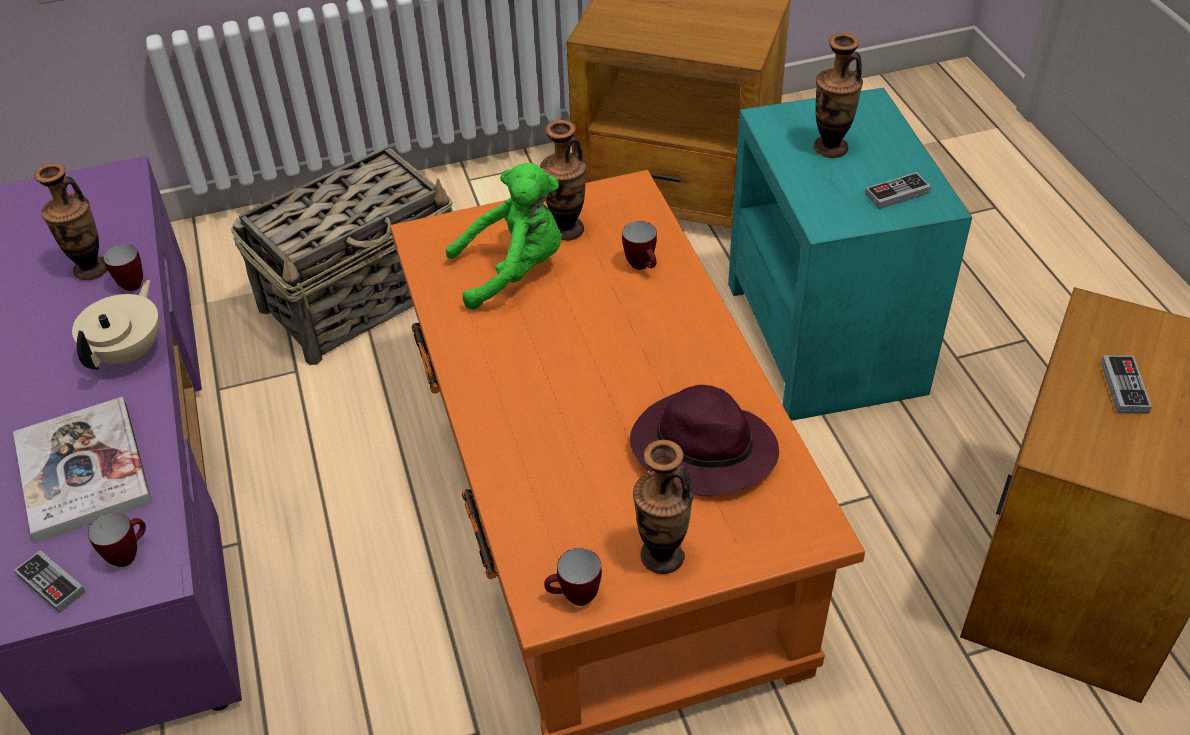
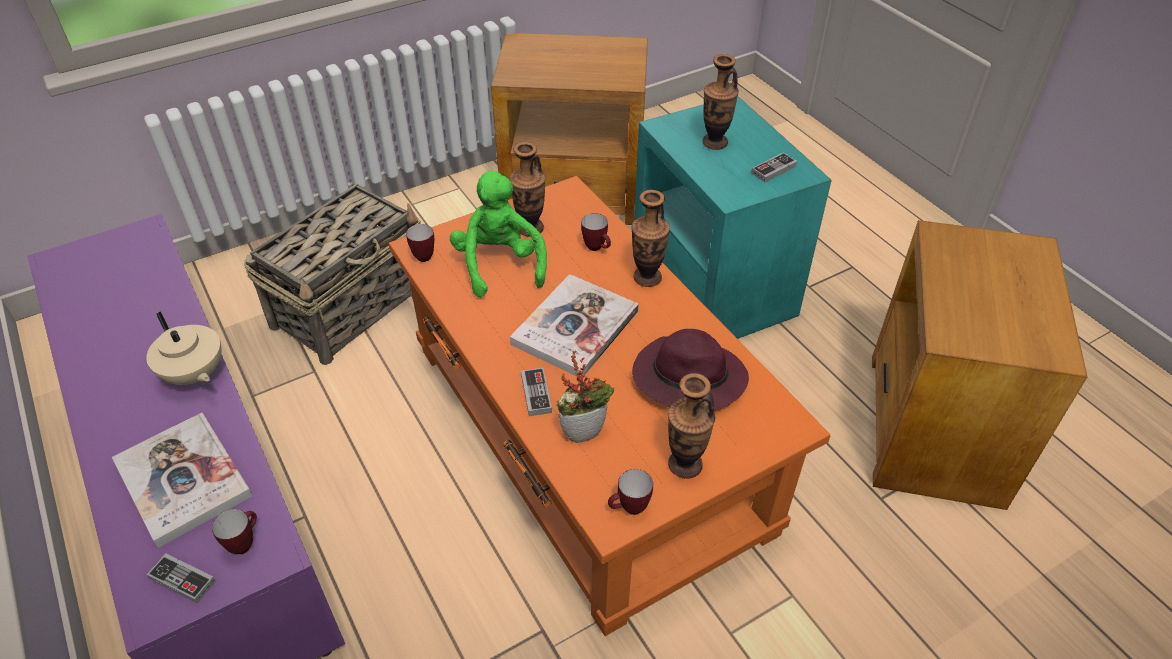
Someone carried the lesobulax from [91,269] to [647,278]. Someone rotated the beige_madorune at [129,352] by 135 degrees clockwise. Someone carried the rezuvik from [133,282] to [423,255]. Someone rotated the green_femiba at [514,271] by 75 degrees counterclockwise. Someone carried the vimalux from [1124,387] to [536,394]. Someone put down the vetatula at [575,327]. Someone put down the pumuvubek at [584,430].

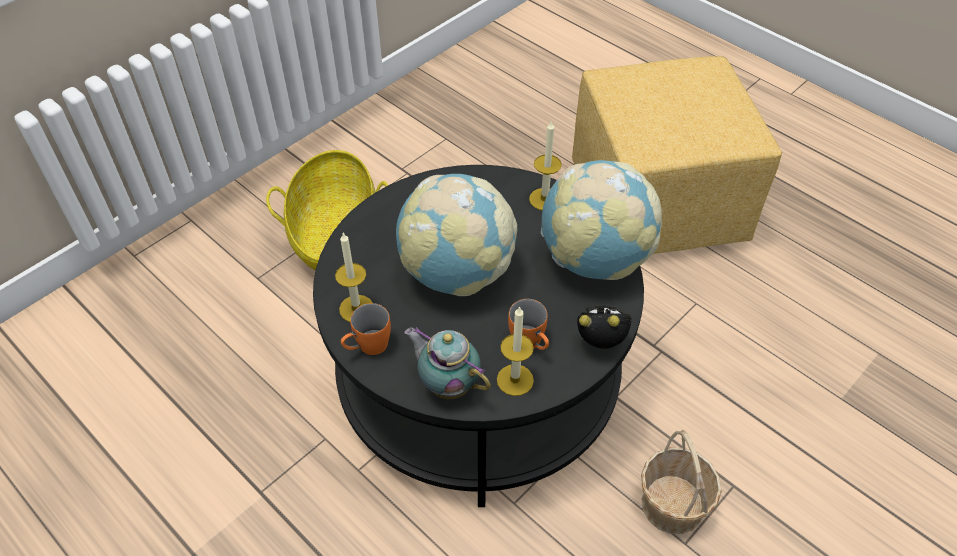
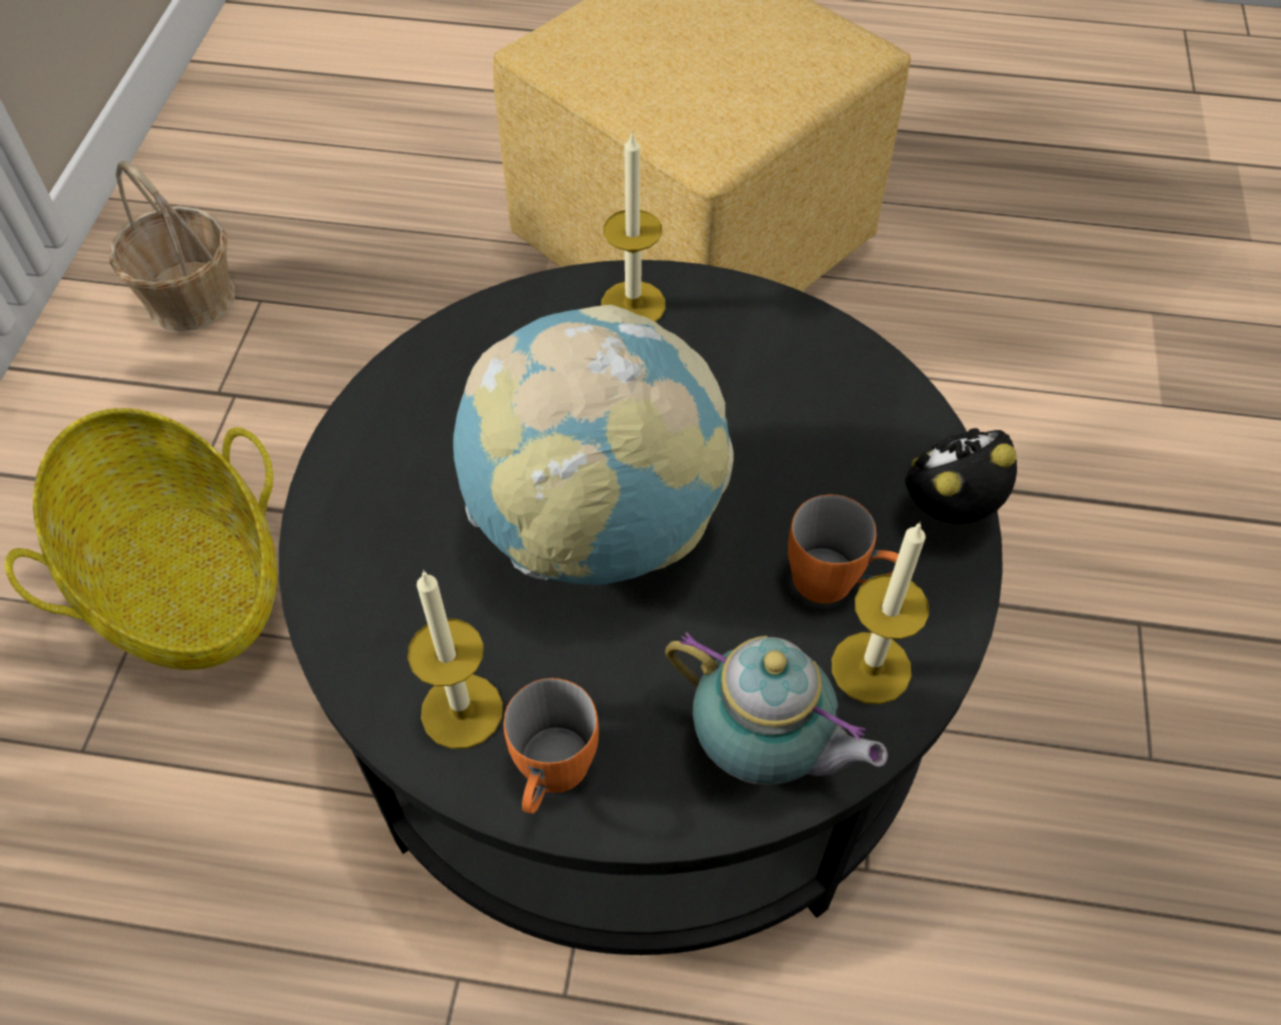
Someone rotated the madorune at [447,384] by 150 degrees counterclockwise. Someone took away the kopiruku at [594,259]. Someone carried the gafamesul from [672,505] to [190,299].

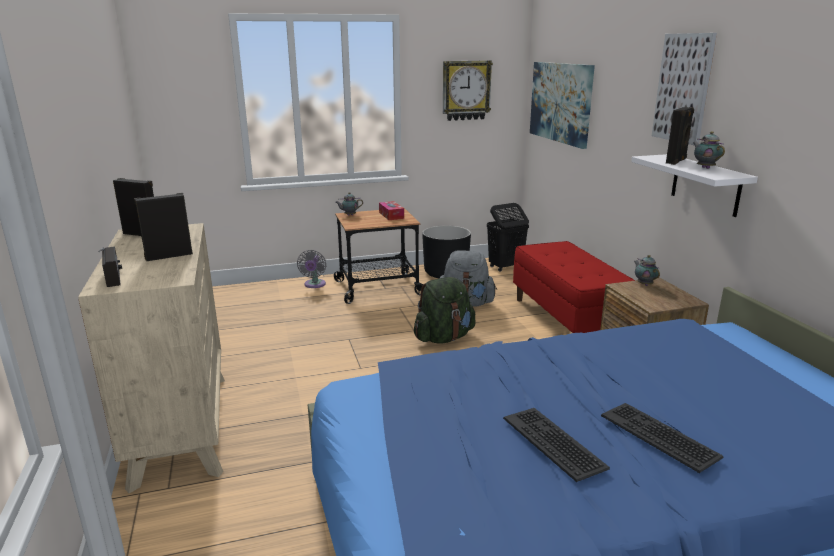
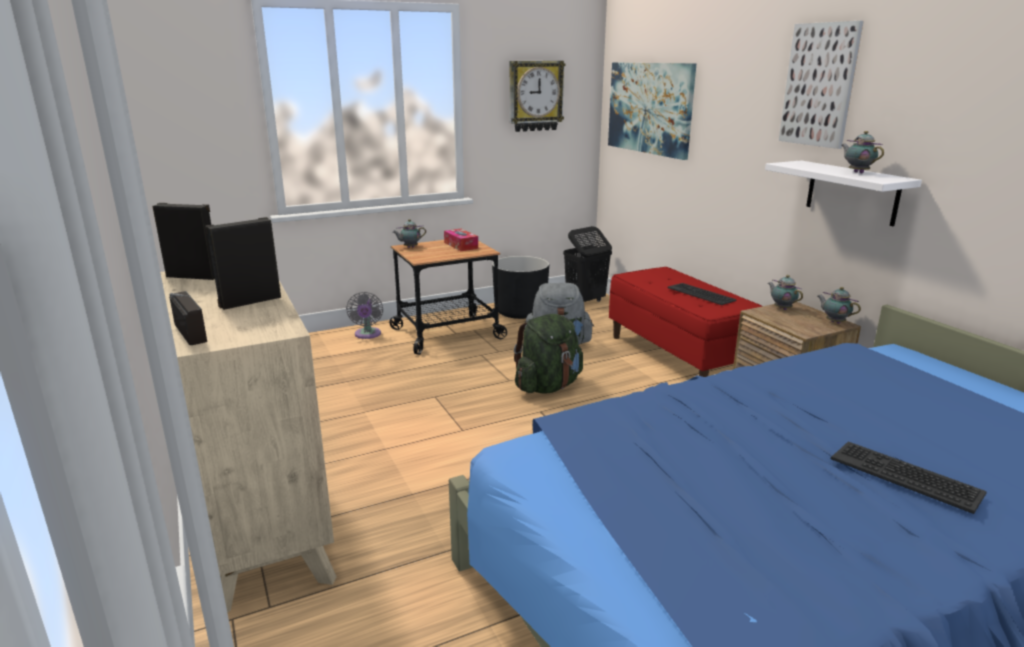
Someone carried the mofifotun from [554,442] to [701,294]. Someone took away the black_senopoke at [677,161]. Someone put down the madorune at [834,322].

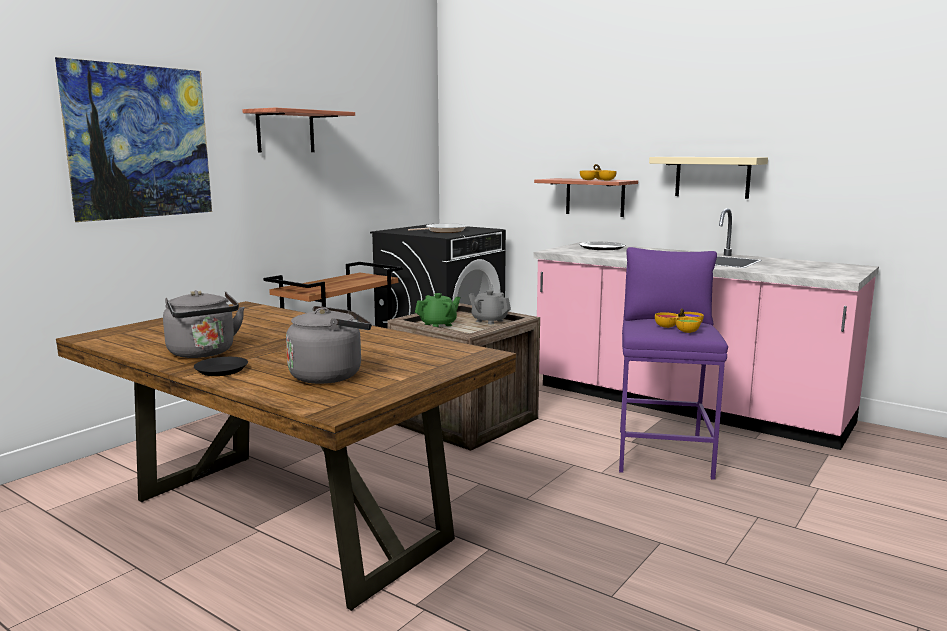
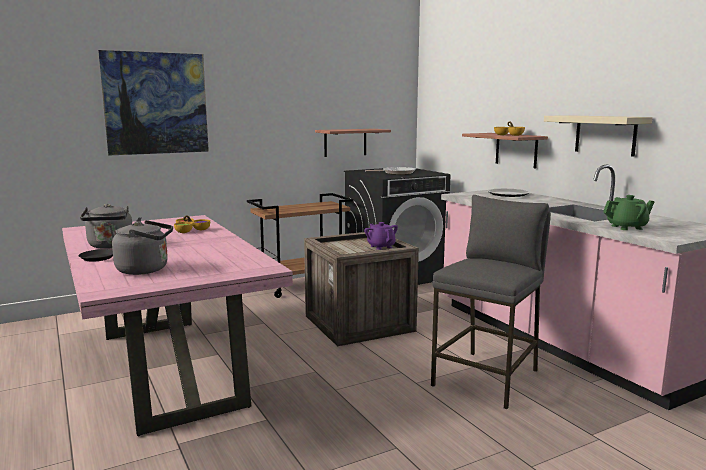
Someone repainted the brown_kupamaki at [290,520], which became the pink_kupamaki at [170,369]. Someone carried the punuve from [285,131] to [345,142]. Someone carried the green_madorune from [438,324] to [627,227]. Someone repainted the grey_madorune at [489,321], which became the purple_madorune at [381,246]. Someone repainted the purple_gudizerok at [663,453], which became the grey_gudizerok at [487,378]. Someone carried the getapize from [681,328] to [190,230].

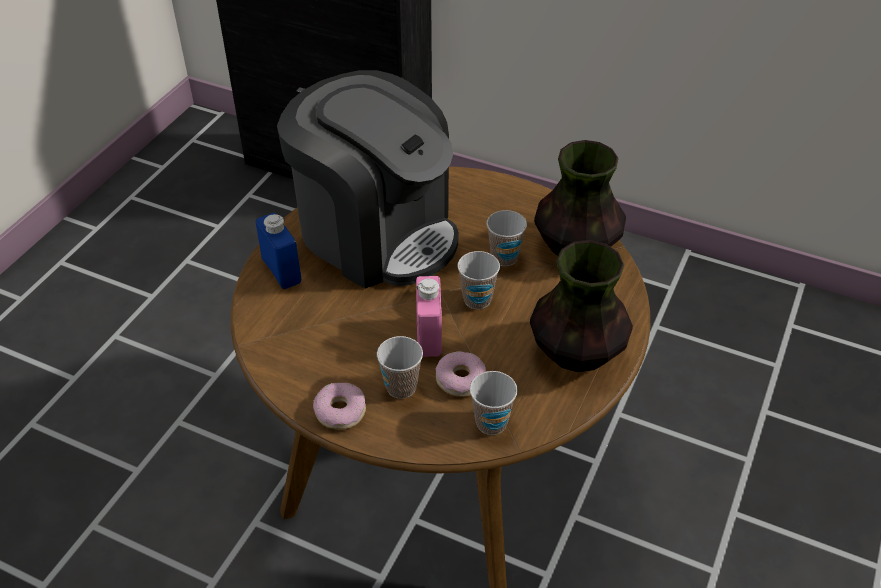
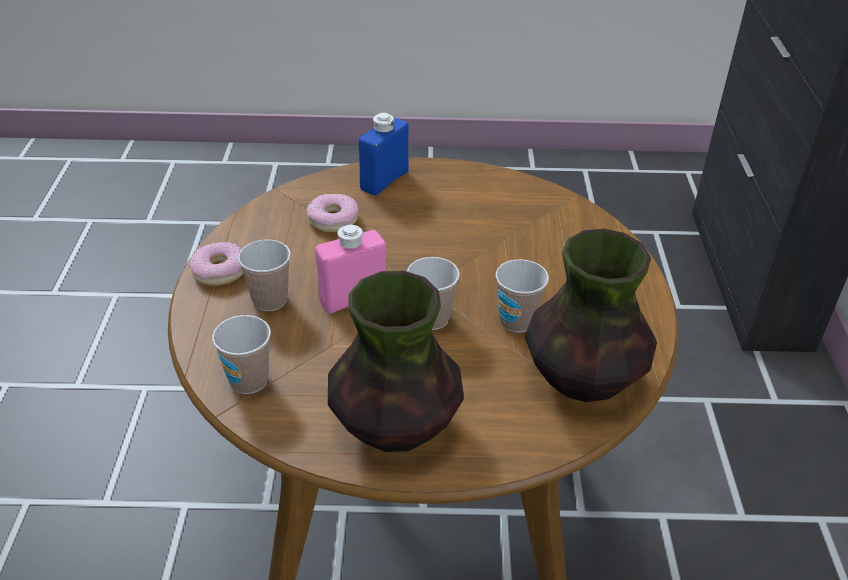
Someone took away the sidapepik at [376,233]. Someone carried the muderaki from [460,379] to [333,219].

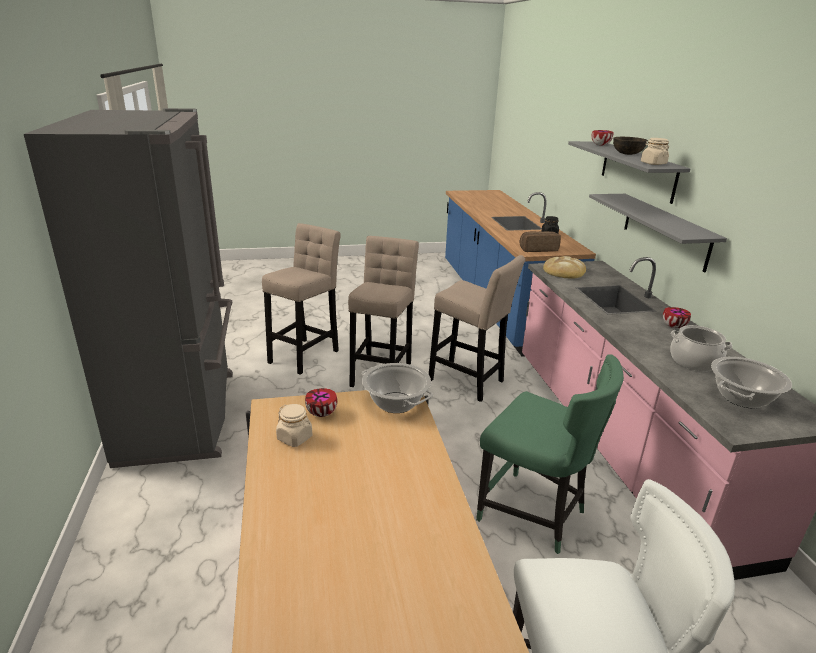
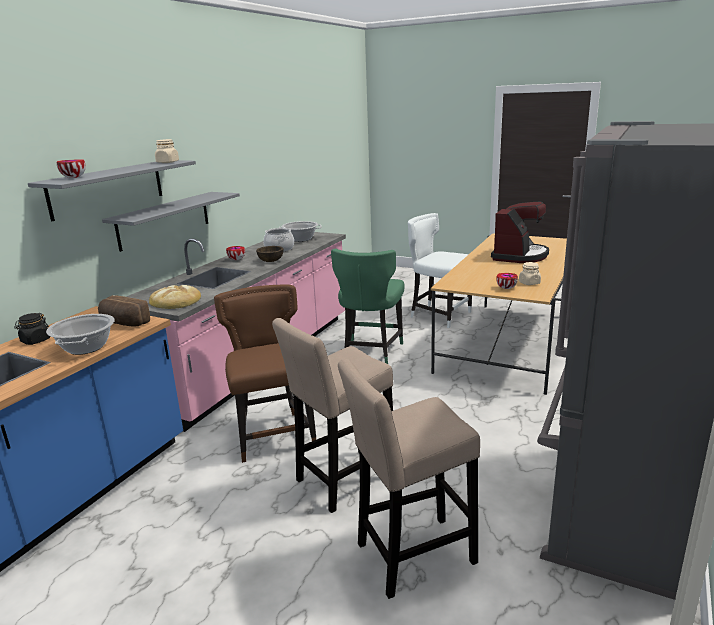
Someone carried the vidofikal from [396,403] to [86,347]. Someone swapped the beige_gudizerok at [469,382] for the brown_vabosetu at [274,435]. Someone rotated the green_vabosetu at [534,514] by 150 degrees counterclockwise. Someone carried the brown_getapize from [627,154] to [271,261]. Someone put down the sidapepik at [519,256].

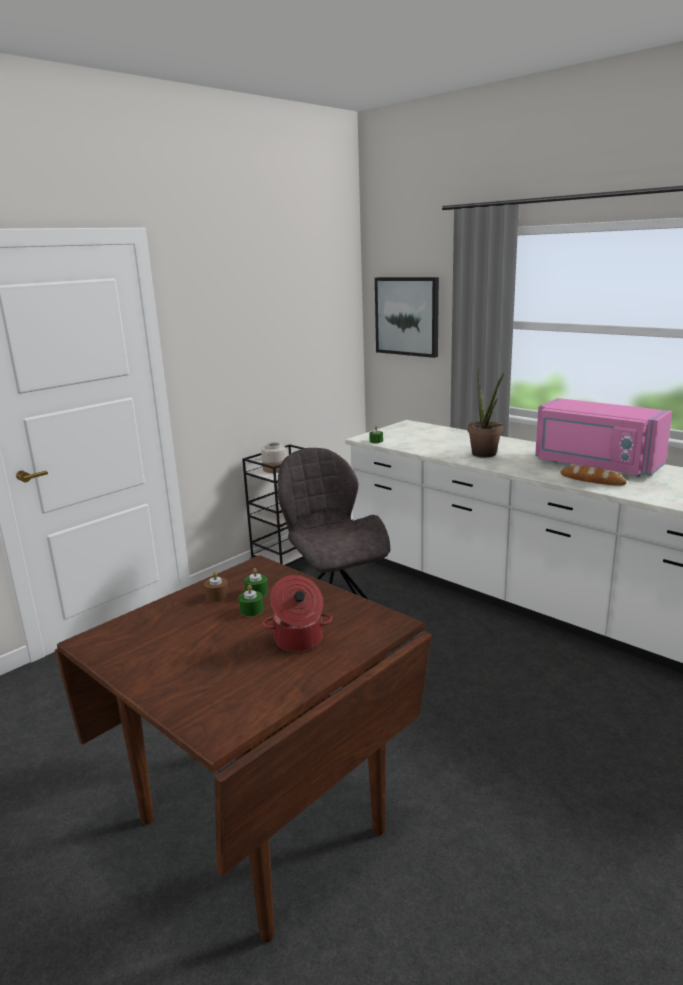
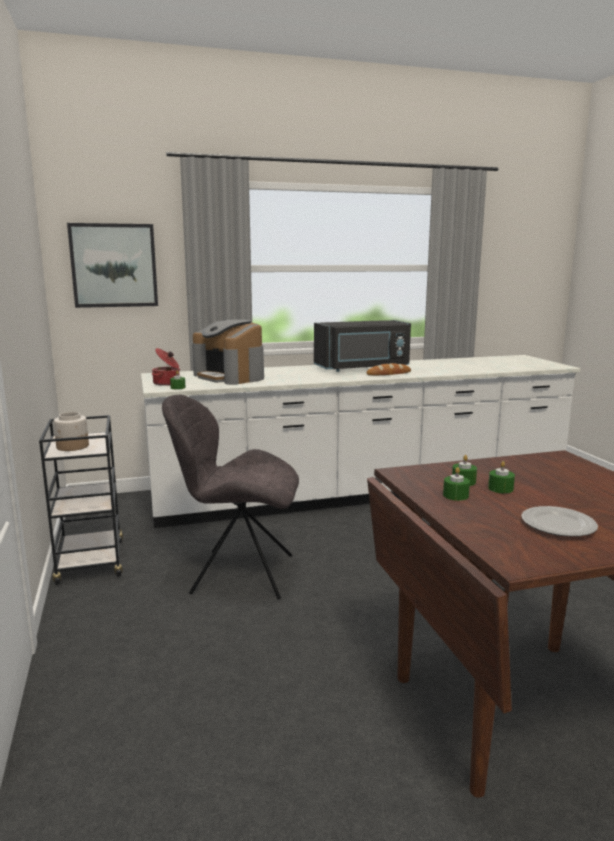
Someone repainted the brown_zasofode at [217,596], which became the green_zasofode at [455,495]. Someone carried the vidofikal from [298,641] to [167,383]. Someone took away the pumuvubek at [486,455]. Someone repainted the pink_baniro at [595,465], which became the black_baniro at [363,368]. Someone put down the sidapepik at [230,377]. Someone put down the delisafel at [558,525].

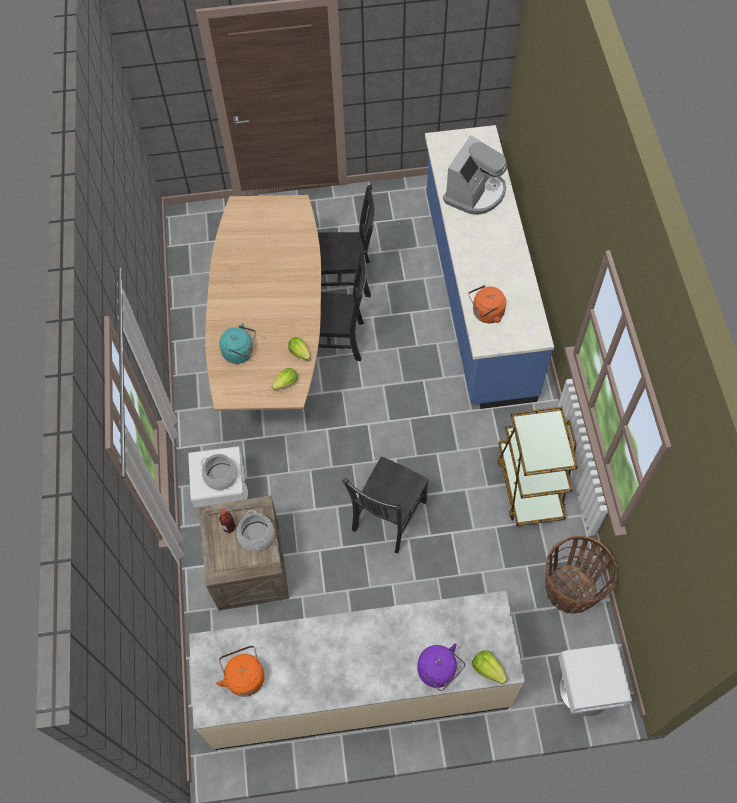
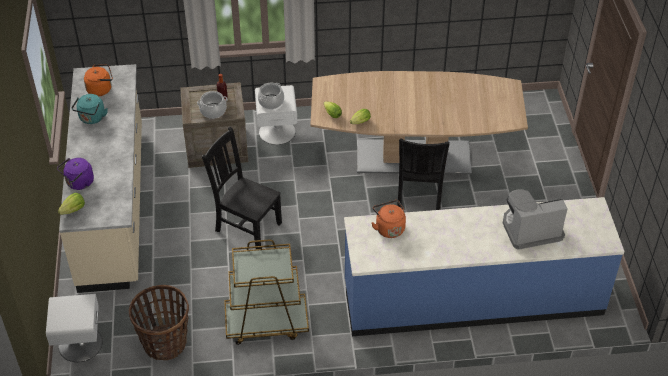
Someone carried the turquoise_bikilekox from [240,352] to [92,119]. Someone took away the black_vabosetu at [345,279]. Someone rotated the sidapepik at [475,193] by 135 degrees clockwise.

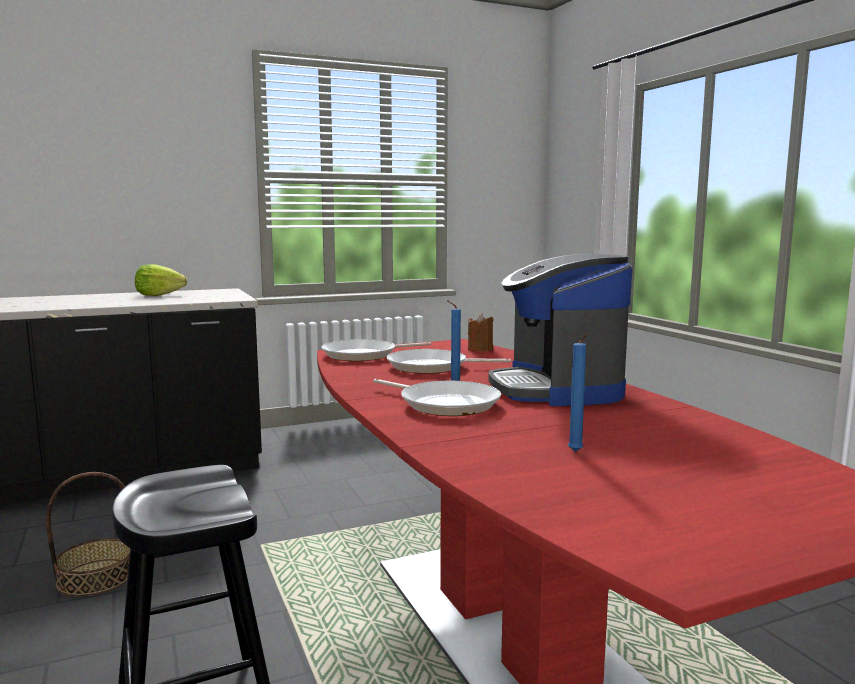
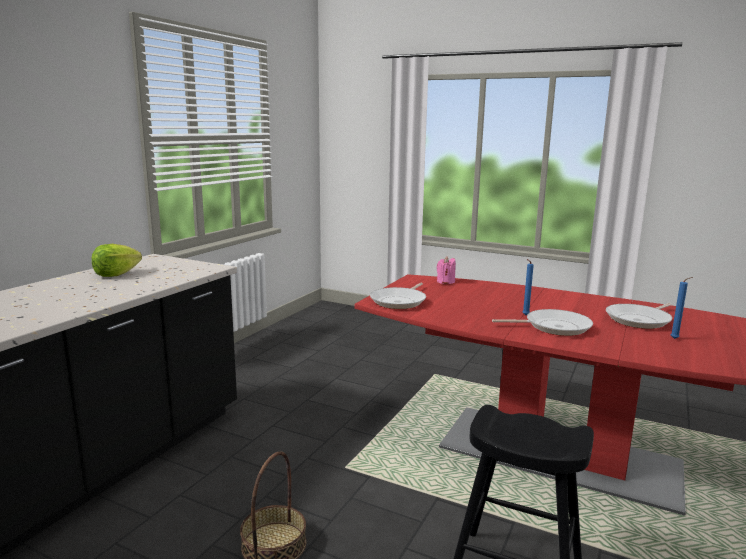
Someone carried the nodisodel from [432,367] to [640,320]. Someone repainted the brown_zasofode at [480,349], which became the pink_zasofode at [445,282]. Someone took away the sidapepik at [557,389].

